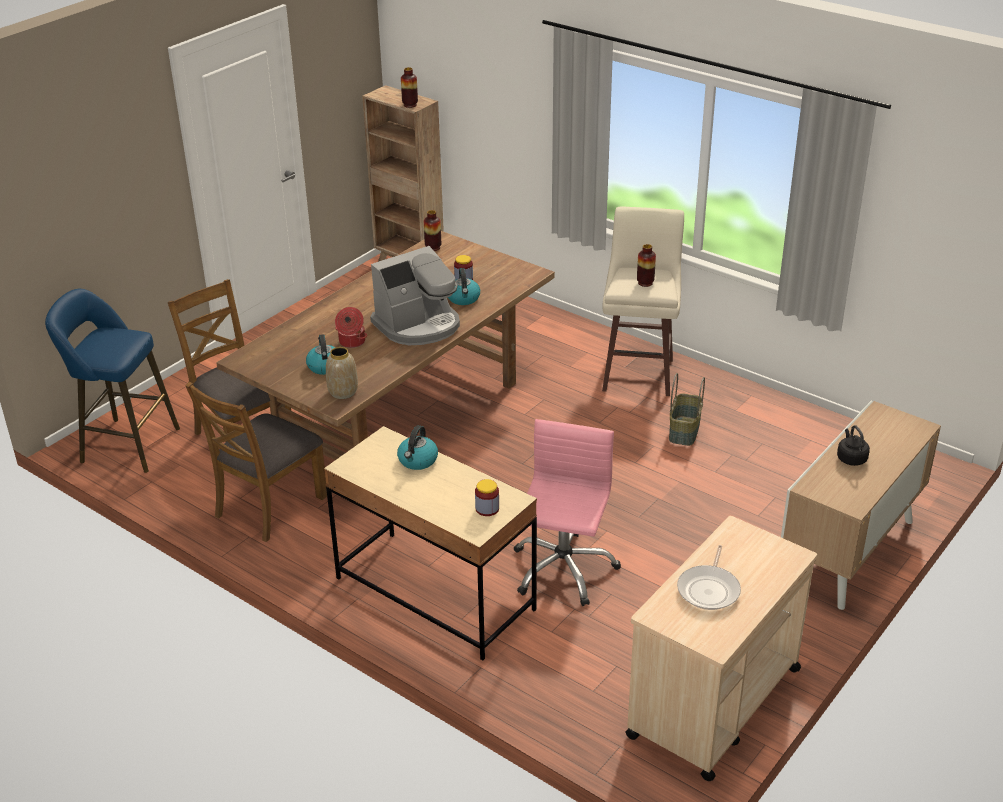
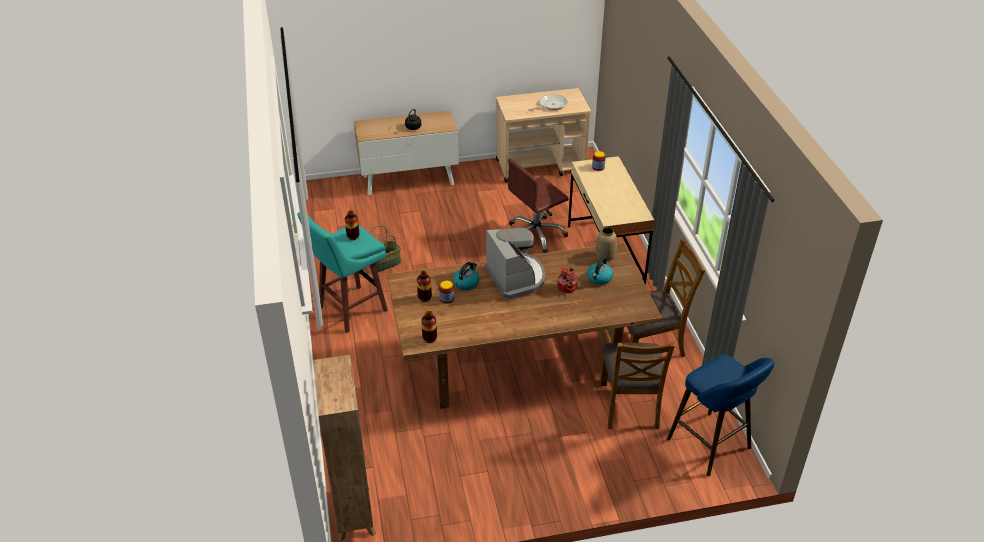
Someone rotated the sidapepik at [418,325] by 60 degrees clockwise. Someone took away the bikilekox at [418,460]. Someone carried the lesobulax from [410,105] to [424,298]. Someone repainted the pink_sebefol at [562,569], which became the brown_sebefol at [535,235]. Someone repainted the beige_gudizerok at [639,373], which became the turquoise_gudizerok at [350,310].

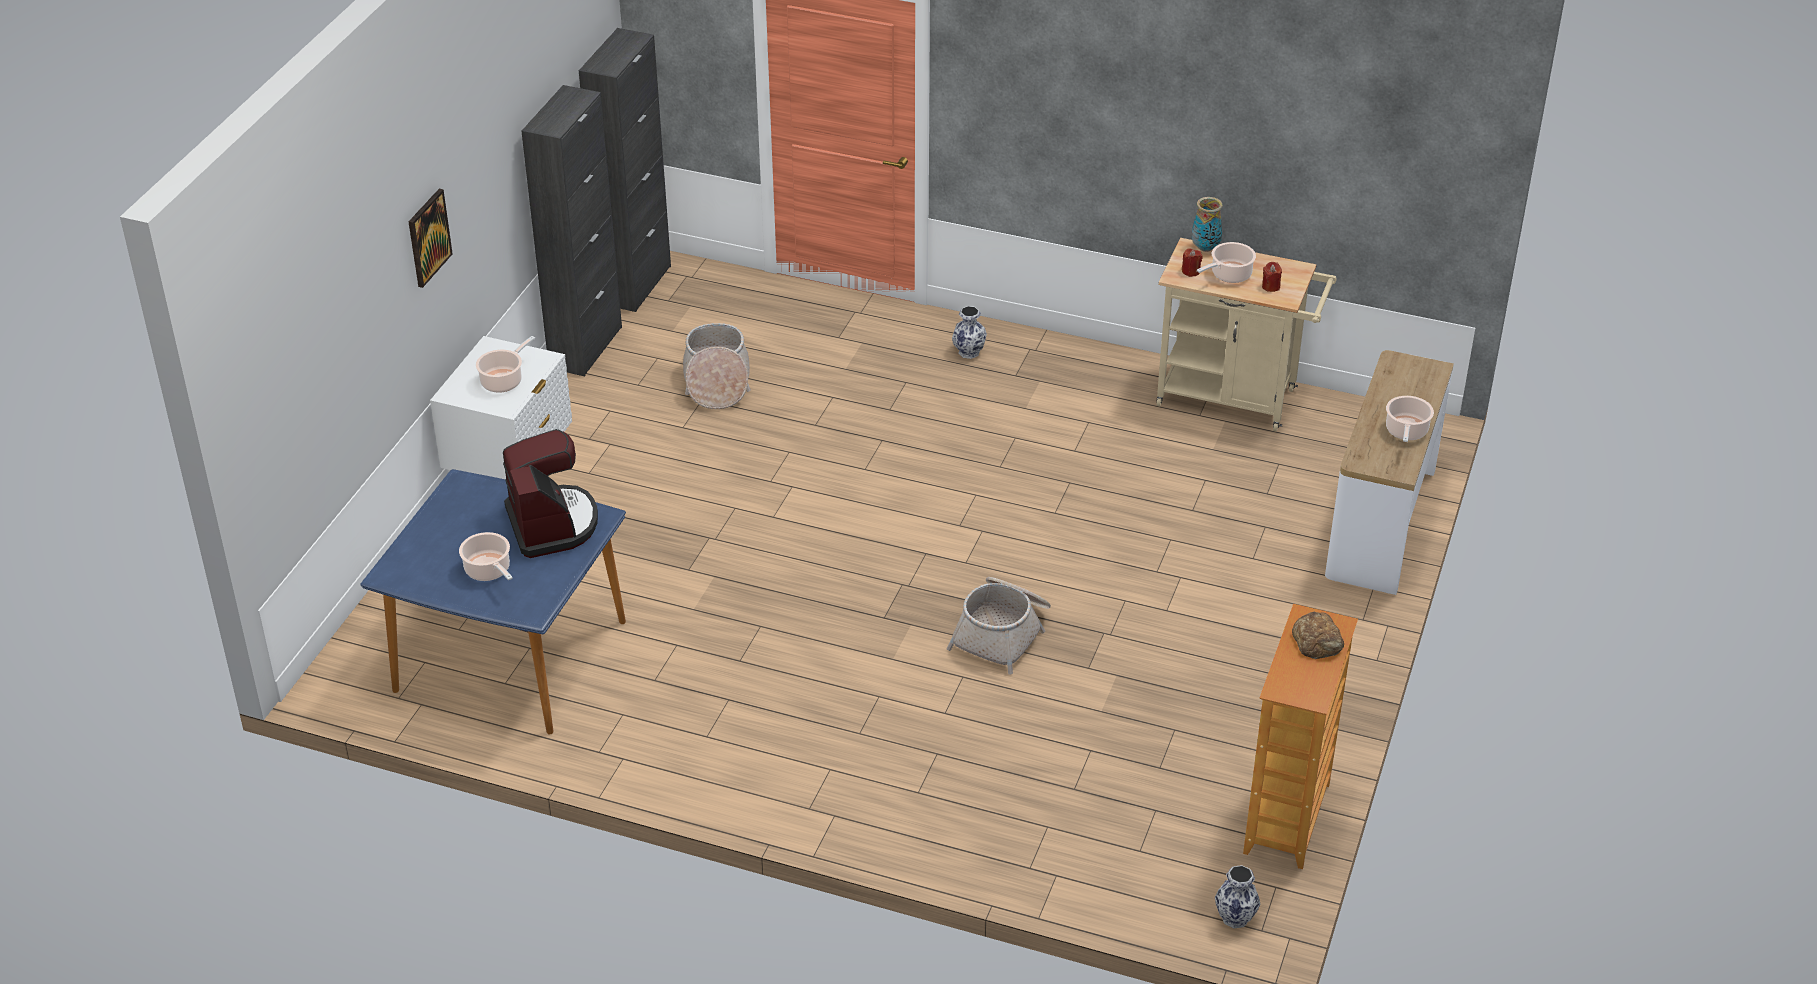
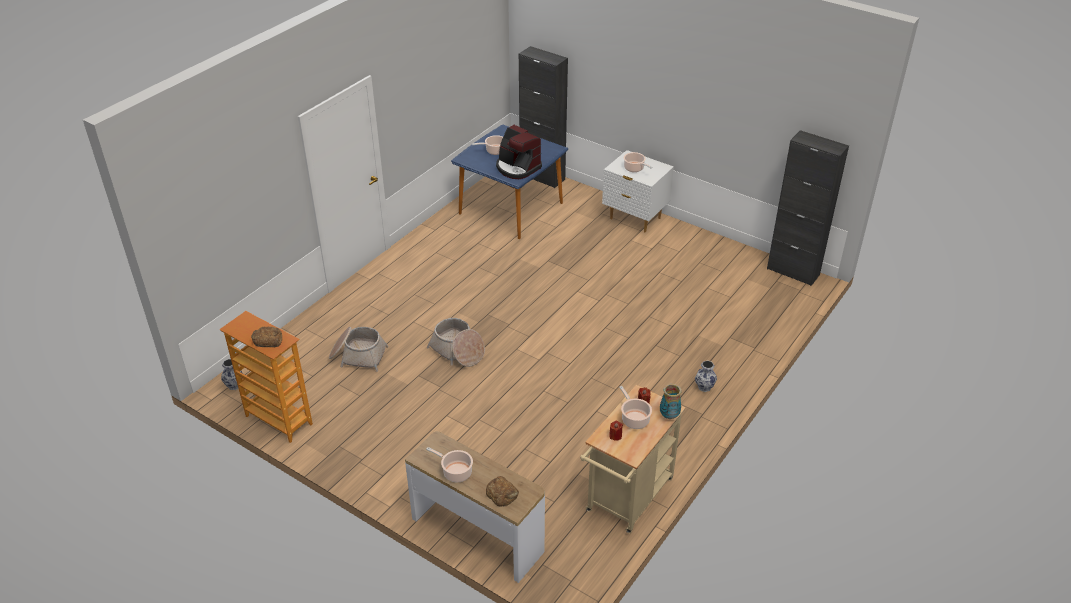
Someone took away the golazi at [428,237]. Someone rotated the sidapepik at [552,524] by 45 degrees clockwise. Someone carried the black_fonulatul from [585,347] to [542,177]. Someone carried the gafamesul from [716,381] to [358,356]. Someone put down the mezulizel at [502,494].

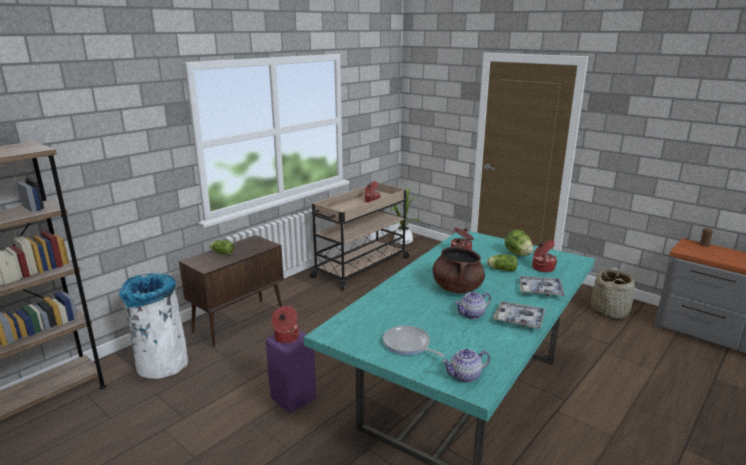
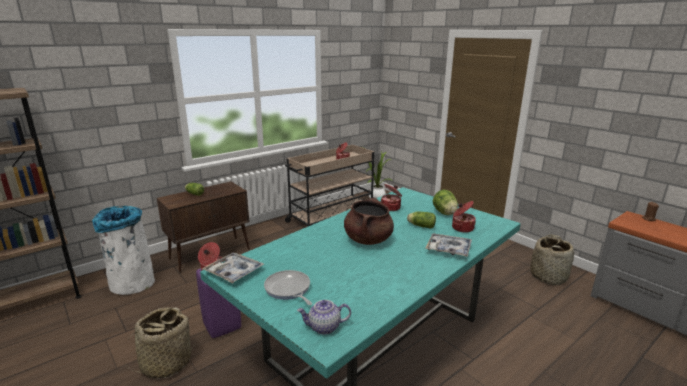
Someone took away the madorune at [472,314]. Someone carried the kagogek from [519,319] to [234,272]. Someone put down the gafamesul at [166,363].

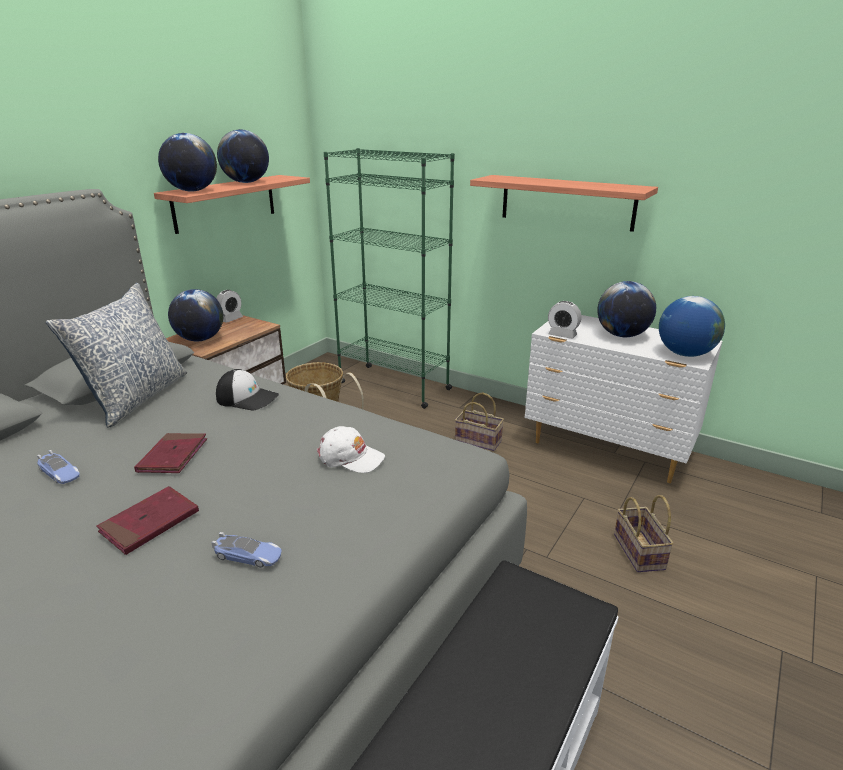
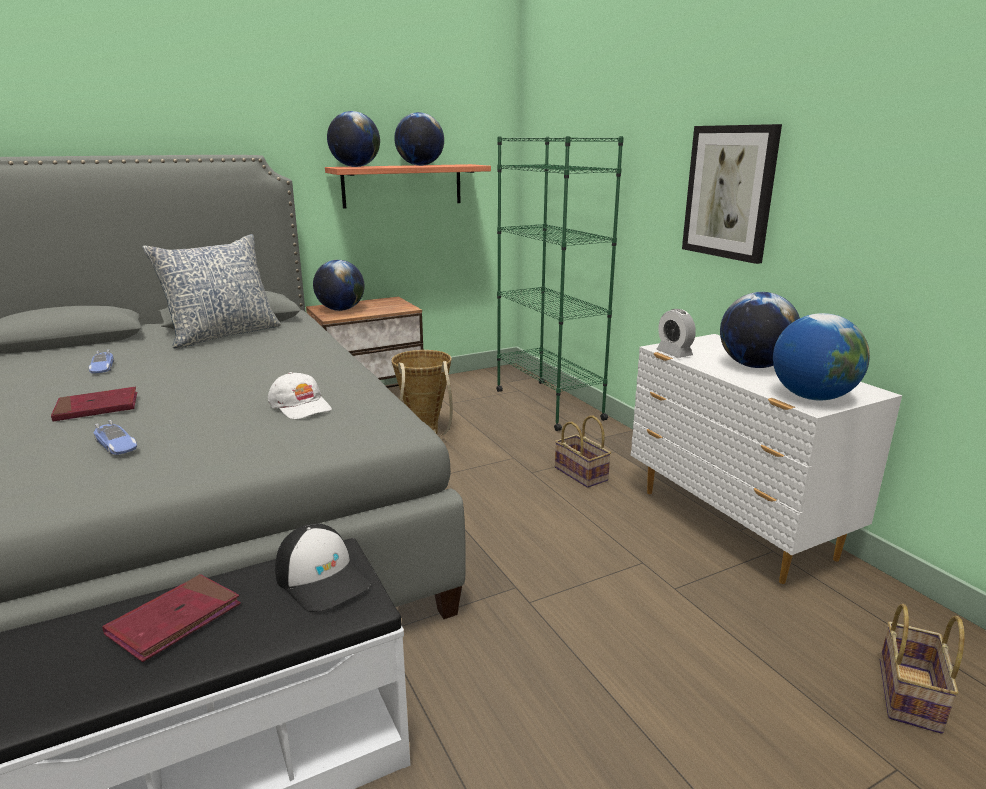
Someone carried the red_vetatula from [173,456] to [175,620]. Someone took away the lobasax at [230,319]. Someone carried the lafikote from [247,398] to [323,578]. Someone swapped the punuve at [566,202] for the golazi at [729,192]. Someone carried the gafamesul from [640,552] to [911,697].

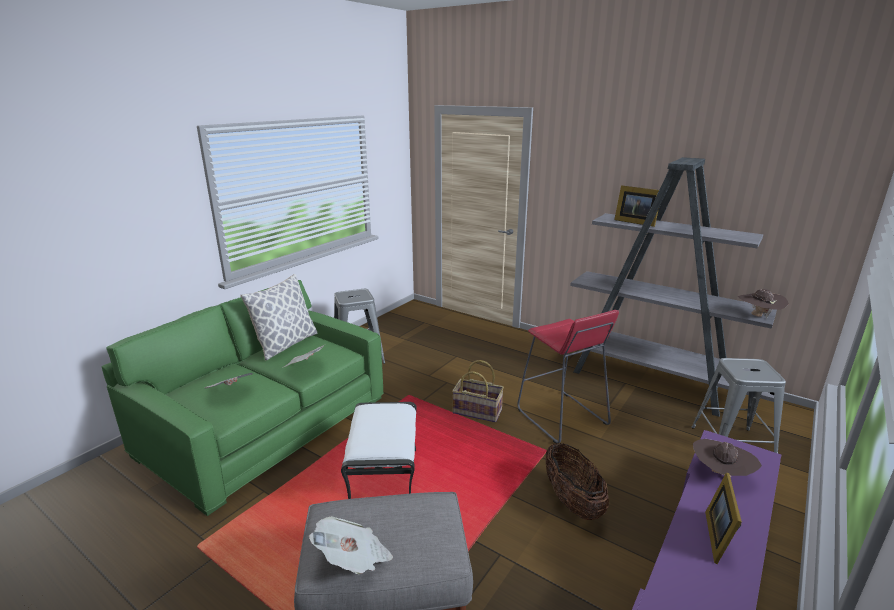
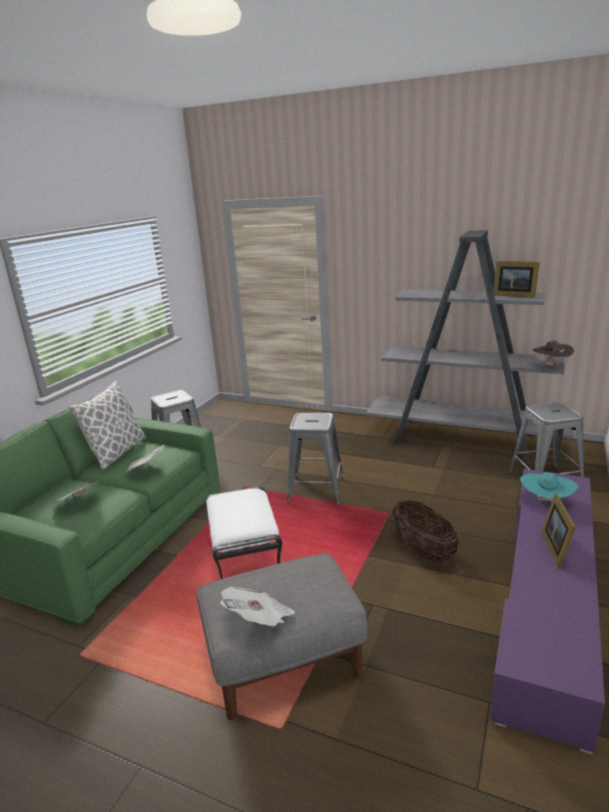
Someone swapped the gafamesul at [478,411] for the grey_gudizerok at [315,490]. Someone took away the red_gudizerok at [561,417]. Someone carried the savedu from [634,222] to [513,295]. Someone repainted the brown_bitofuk at [720,475], which became the turquoise_bitofuk at [546,501].

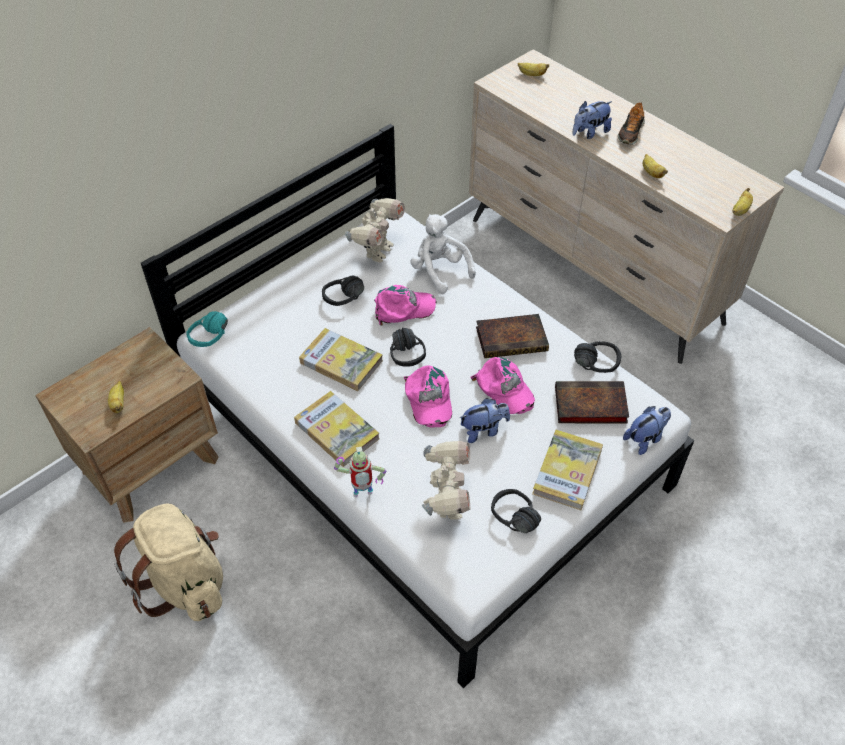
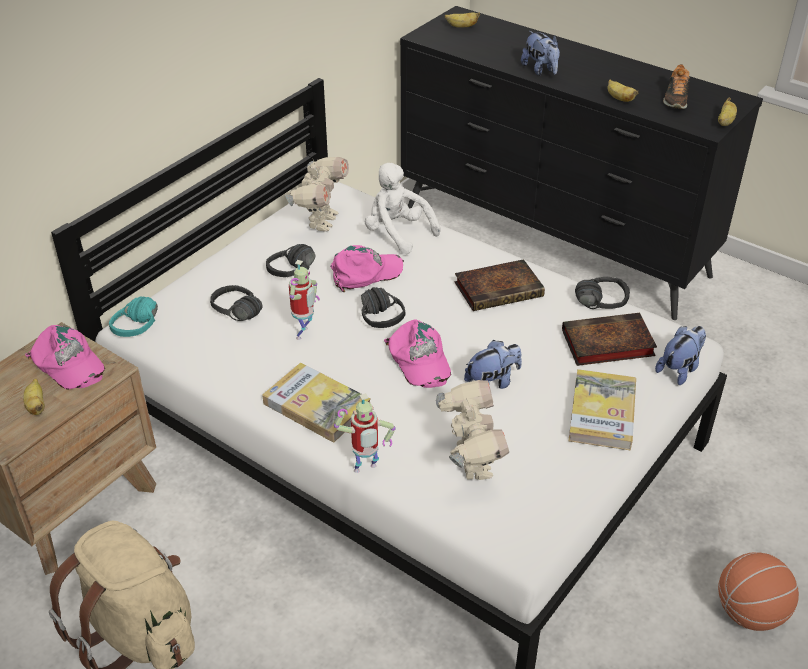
Someone swapped the vetatula at [341,362] for the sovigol at [304,334]. Someone repainted the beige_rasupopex at [593,271], which became the black_rasupopex at [553,242]. Someone carried the pink_lafikote from [504,389] to [67,364]. Someone carried the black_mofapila from [509,522] to [232,315]. Someone rotated the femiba at [589,133] by 75 degrees counterclockwise. Someone carried the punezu from [630,132] to [675,99]. Someone put down the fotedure at [750,612].

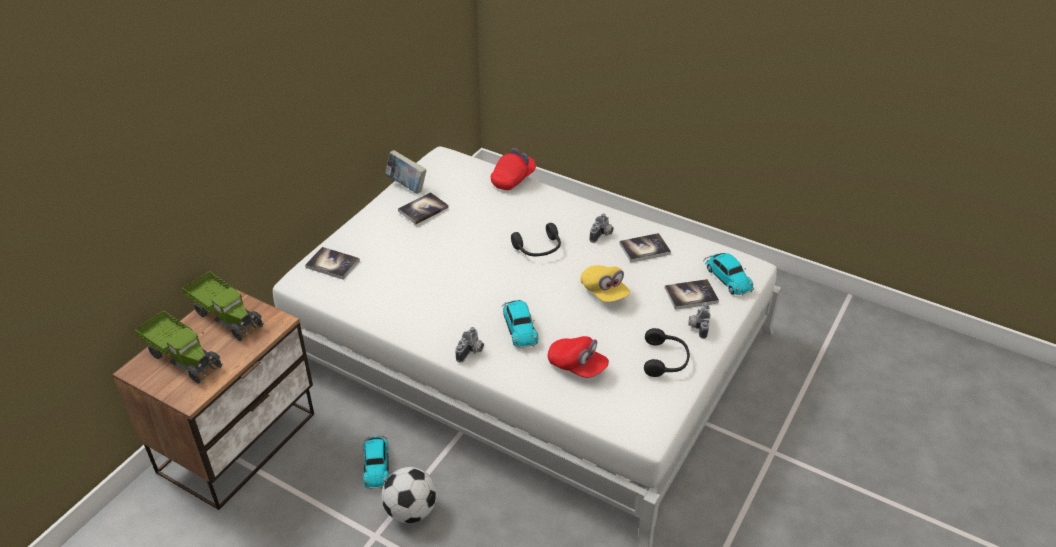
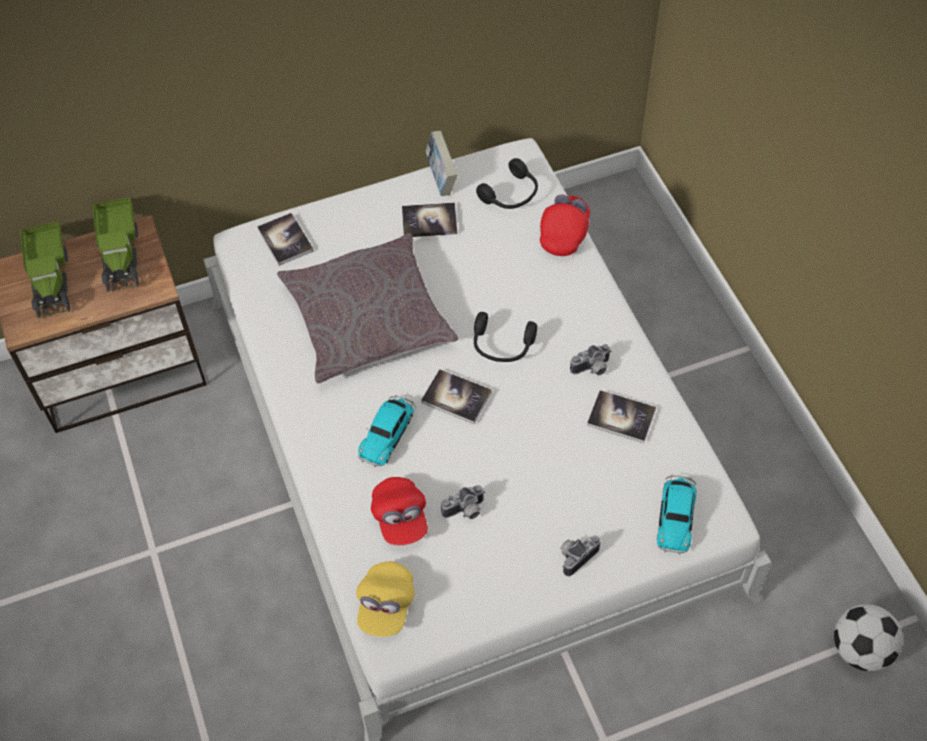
Someone took away the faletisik at [376,464]. Someone carried the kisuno from [411,510] to [860,650]. Someone carried the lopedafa from [471,352] to [465,511]. Someone rotated the red_lafikote at [513,179] by 60 degrees counterclockwise. Someone carried the yellow_lafikote from [604,292] to [386,605]. Someone carried the black_mofapila from [665,360] to [511,195]. Someone carried the vetatula from [691,295] to [456,397]. Someone put down the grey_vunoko at [367,319].

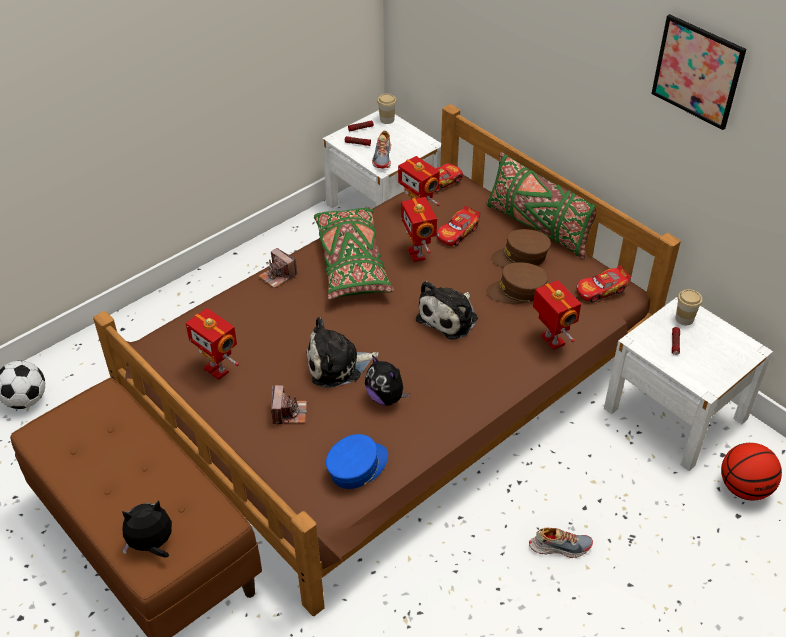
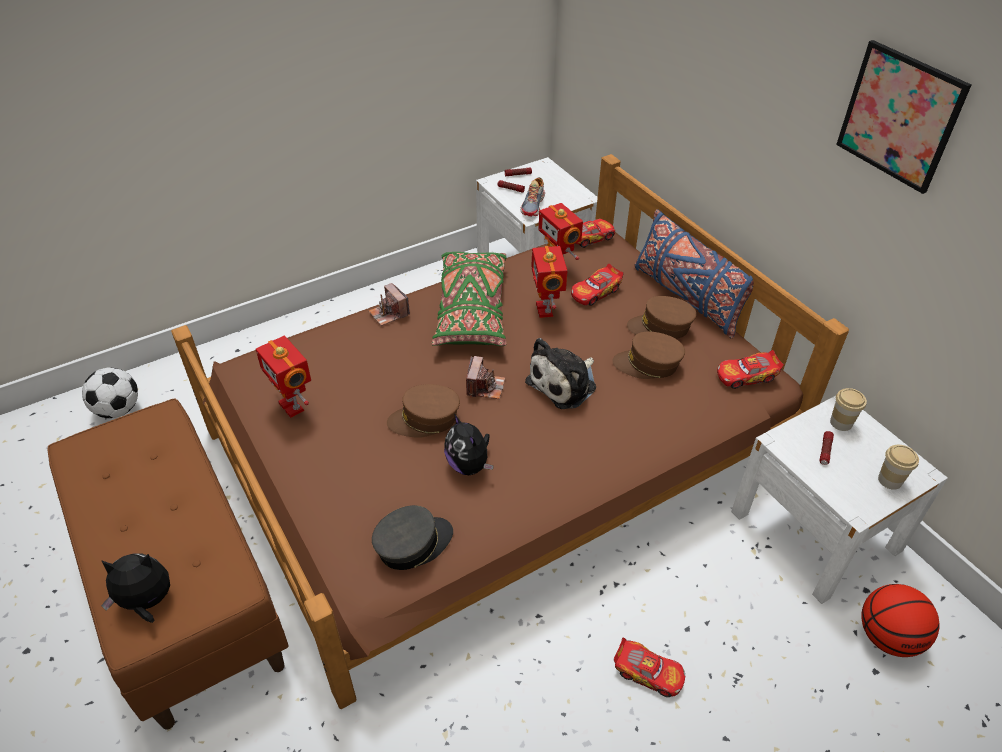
Someone carried the lopedafa from [289,413] to [485,387]. Someone swapped the femiba at [337,365] for the brown_lafikote at [425,420]. Someone repainted the blue_lafikote at [357,467], which became the grey_lafikote at [413,544]. Someone carried the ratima from [387,119] to [890,480]. Someone repainted the green_vunoko at [538,227], which became the blue_vunoko at [687,297]. Someone swapped the punezu at [559,546] for the faletisik at [648,673]. Someone took away the sovigol at [551,341].

